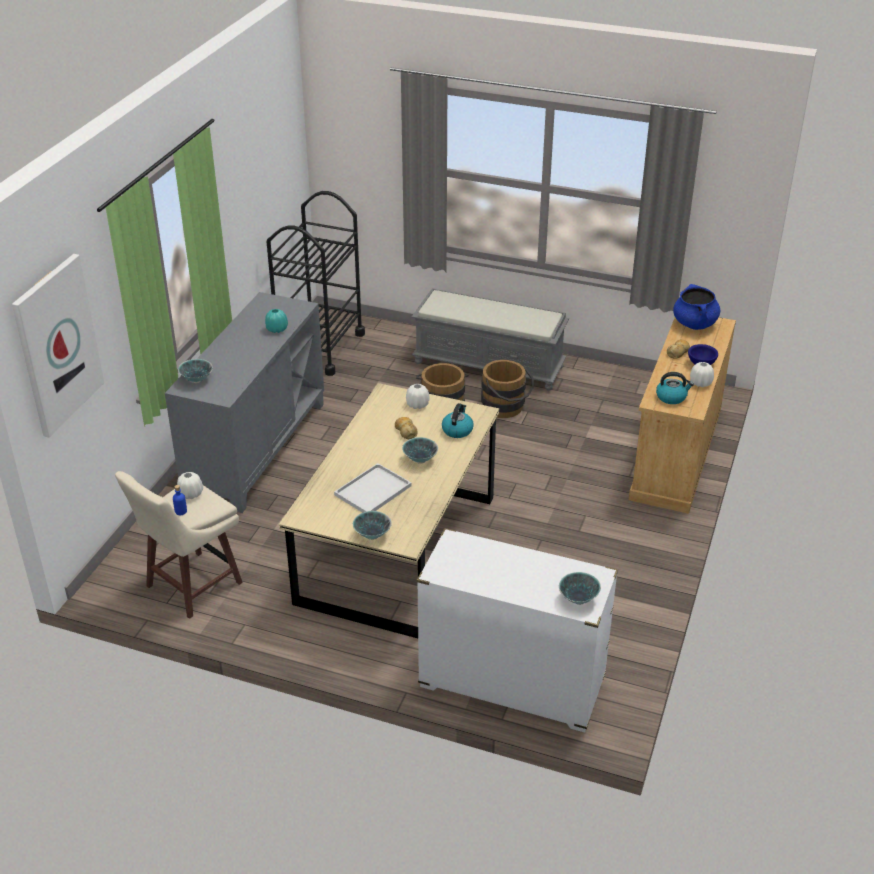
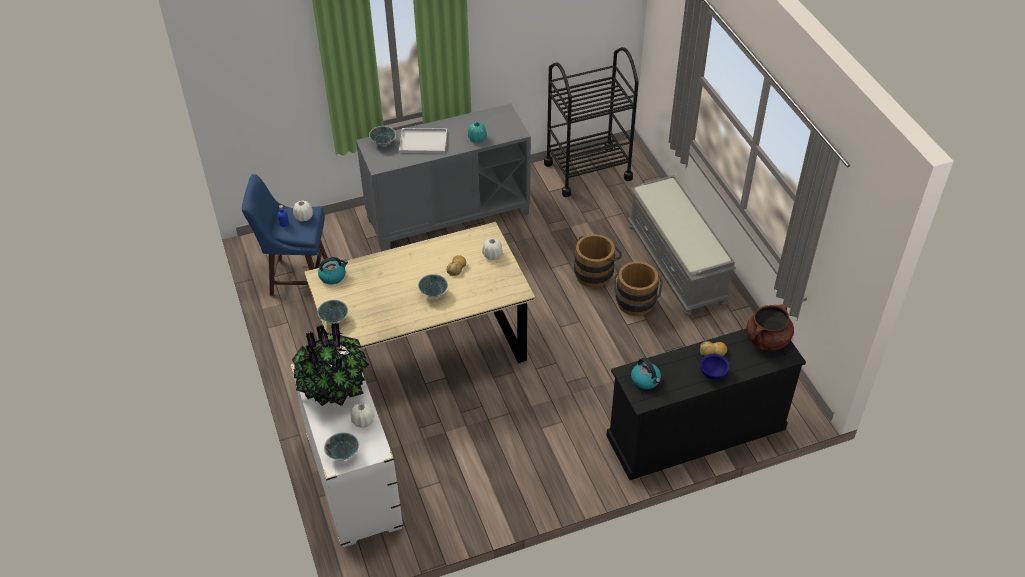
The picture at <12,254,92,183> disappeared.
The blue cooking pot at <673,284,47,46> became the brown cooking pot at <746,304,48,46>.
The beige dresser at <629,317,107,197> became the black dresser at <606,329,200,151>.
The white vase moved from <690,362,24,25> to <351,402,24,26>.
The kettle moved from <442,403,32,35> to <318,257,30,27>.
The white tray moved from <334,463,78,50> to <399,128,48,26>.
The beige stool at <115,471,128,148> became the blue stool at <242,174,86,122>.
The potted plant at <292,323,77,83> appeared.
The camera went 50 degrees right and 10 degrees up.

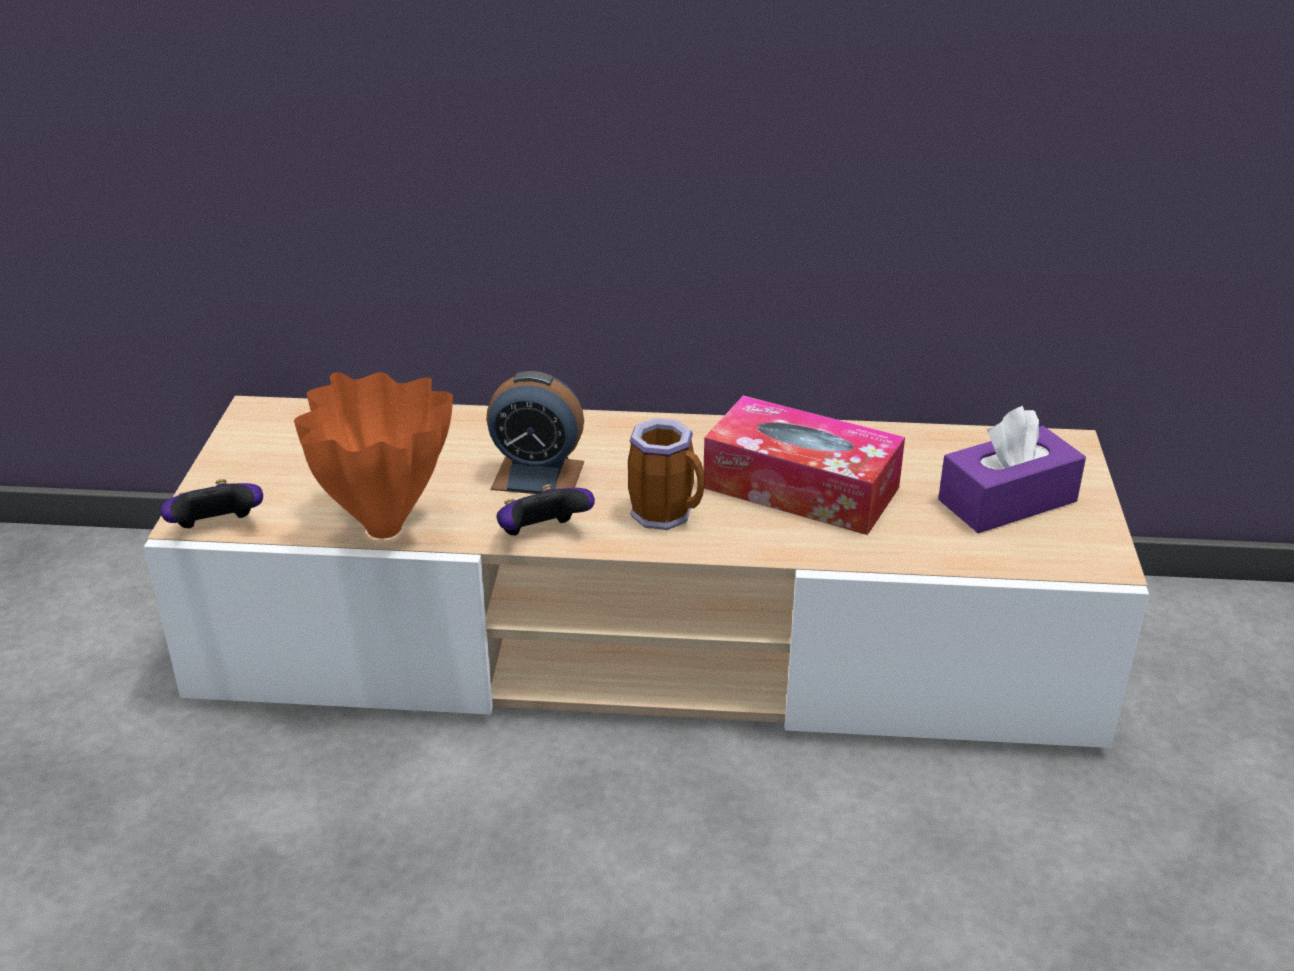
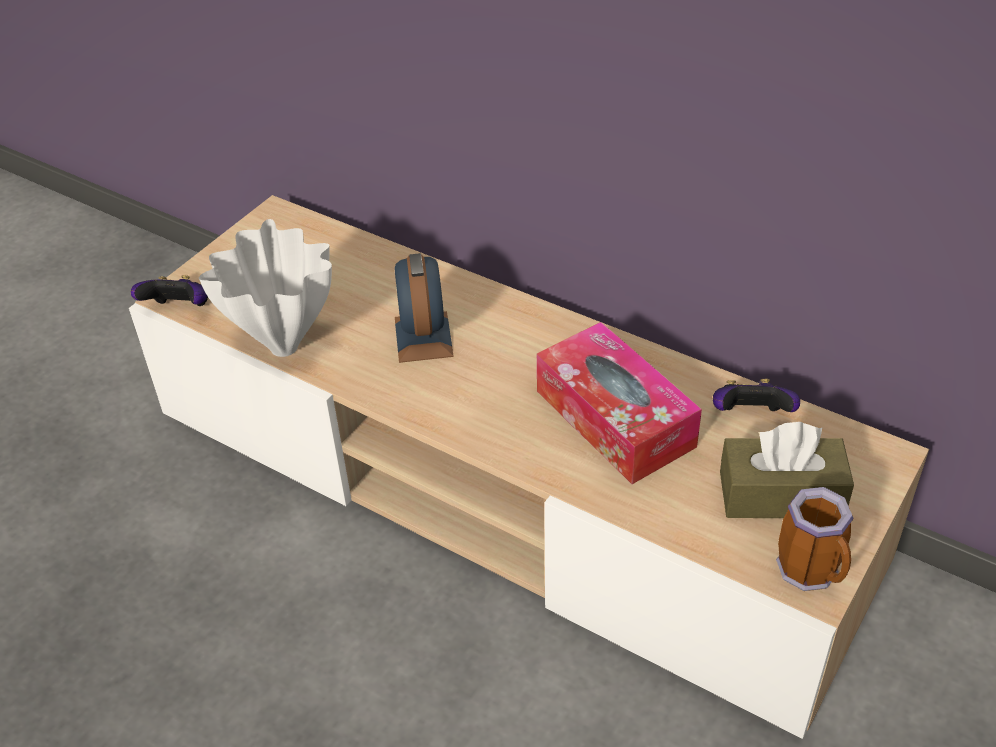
The alarm clock at <486,371,98,123> turned 135 degrees counterclockwise.
The orange vase at <294,372,159,167> became the white vase at <199,219,133,138>.
The purple tissue box at <938,406,148,127> became the brown tissue box at <720,422,134,96>.
The mug moved from <628,418,77,112> to <776,487,78,104>.
The game controller moved from <496,484,99,52> to <713,379,87,33>.
The camera went 30 degrees right and 10 degrees up.

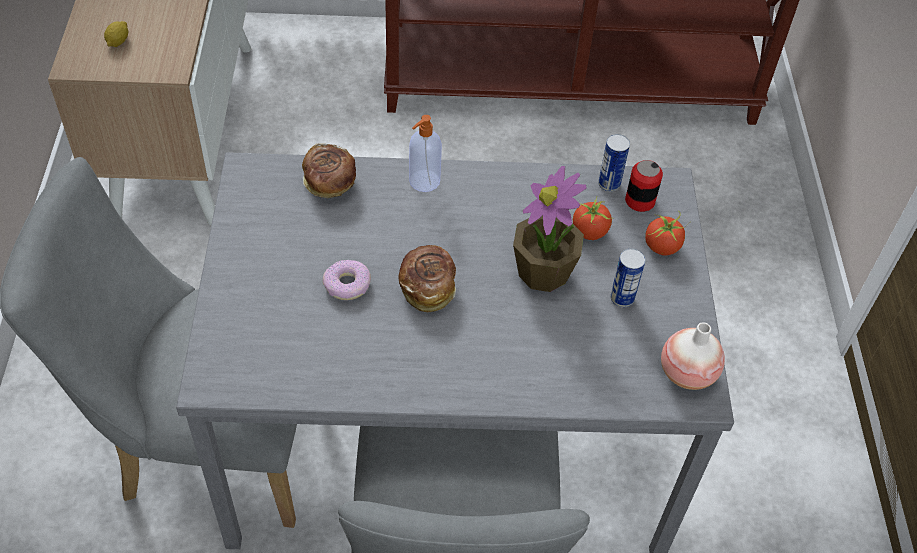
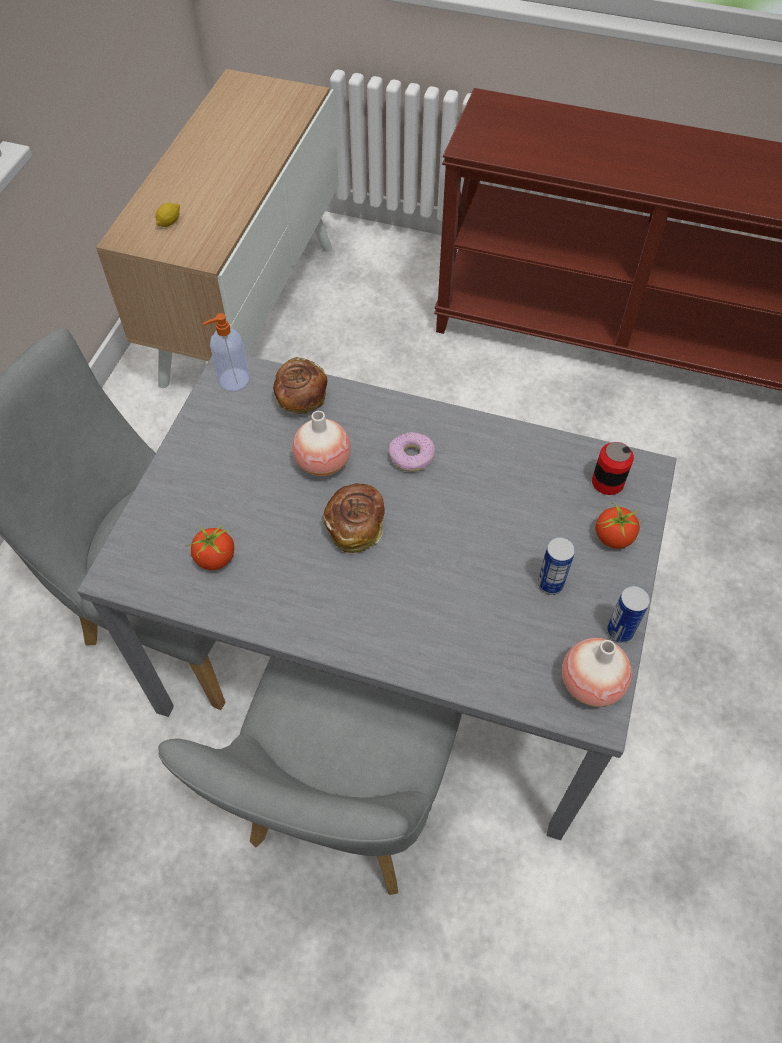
The soap dispenser moved from <409,115,33,77> to <203,313,47,78>.
The can moved from <598,134,32,58> to <607,586,43,57>.
The potted plant at <513,166,73,126> disappeared.
The tomato moved from <573,197,40,43> to <187,524,47,46>.
The donut moved from <323,260,48,40> to <388,432,47,40>.
The vase at <292,411,59,65> appeared.
The camera went 20 degrees right and 5 degrees up.

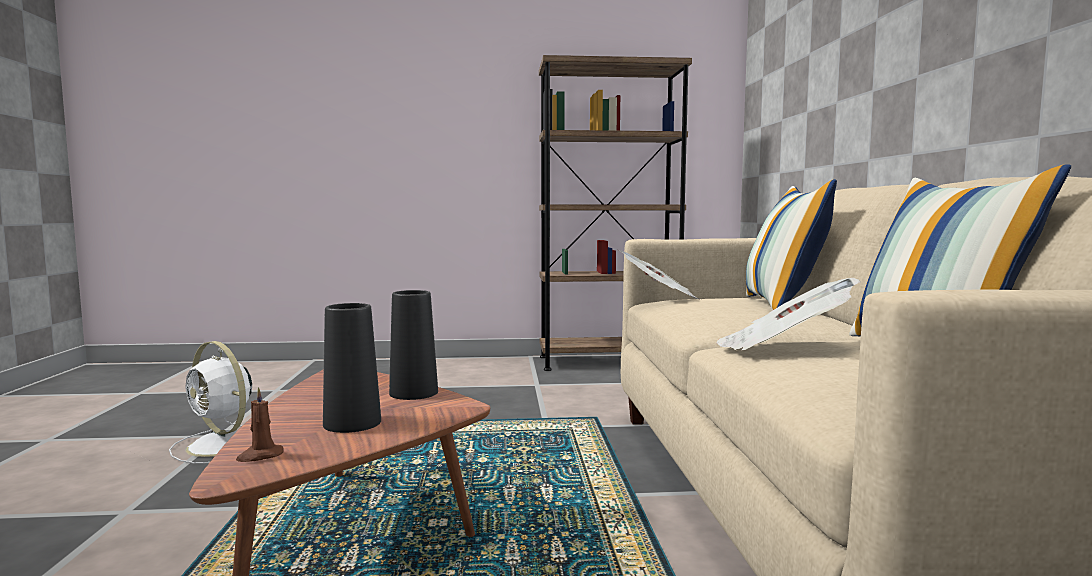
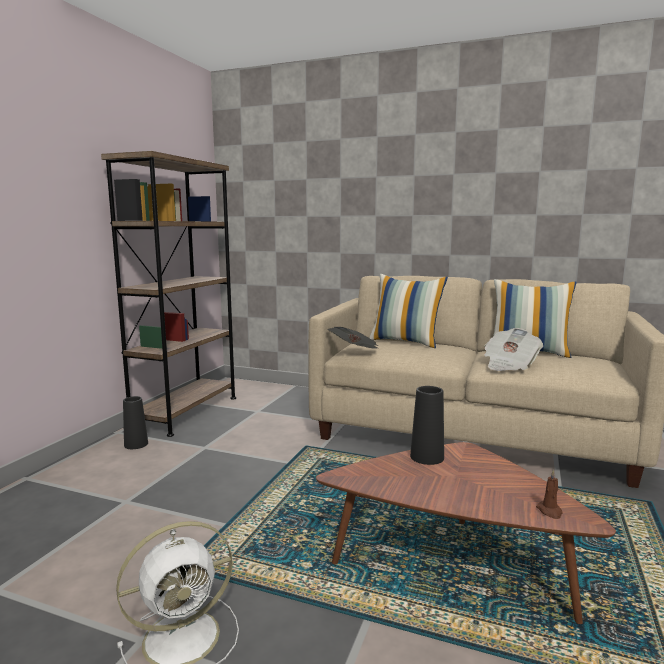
The black vase moved from <323,303,58,130> to <123,396,25,53>.
The camera went 65 degrees left and 5 degrees up.

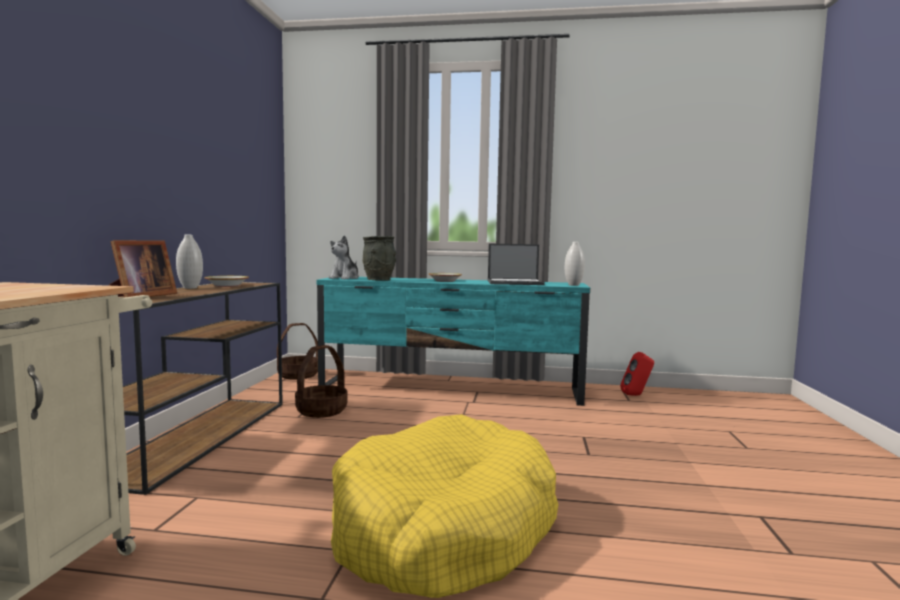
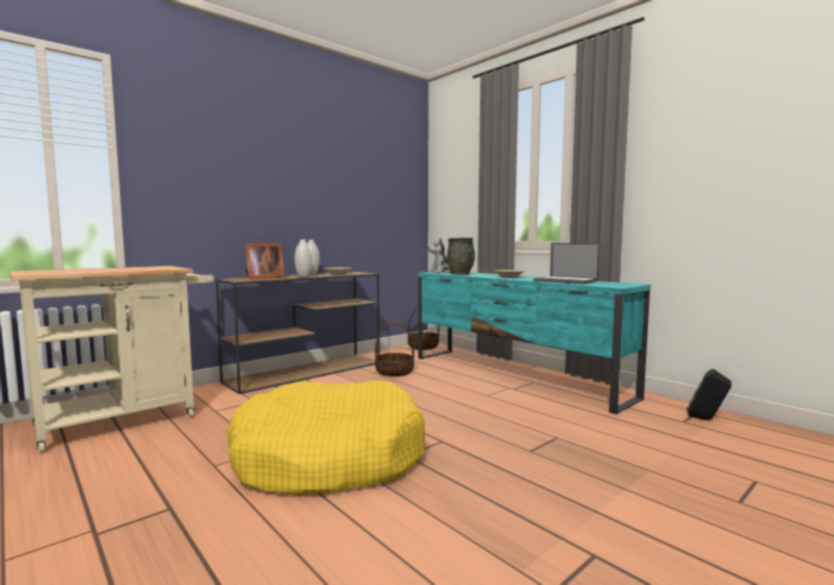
The white vase moved from <565,242,20,44> to <295,239,17,38>.
The red speaker at <620,352,34,44> became the black speaker at <686,369,45,51>.
The camera went 40 degrees right and 0 degrees up.

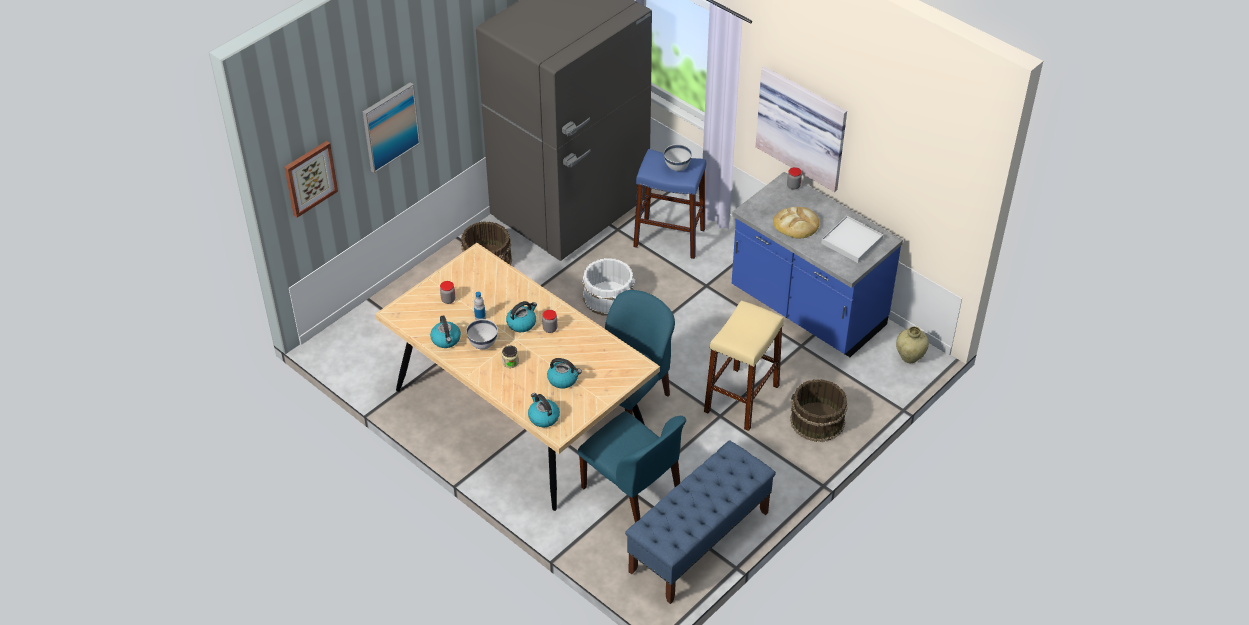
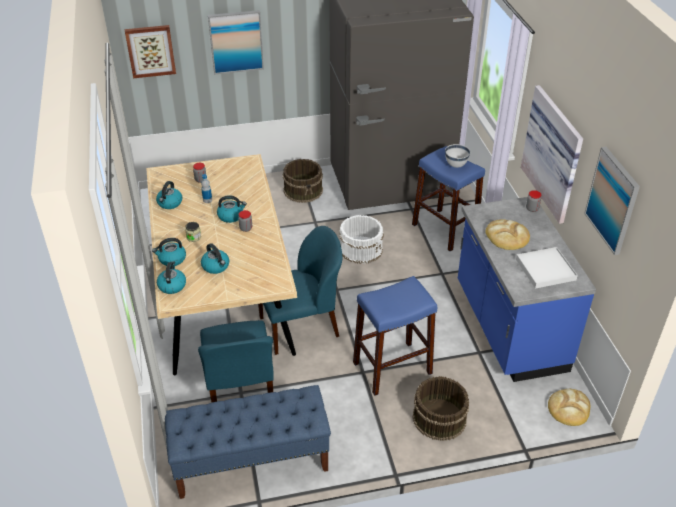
The beige stool at <704,300,80,131> became the blue stool at <353,276,84,120>.
The white bowl at <466,319,32,31> disappeared.
The beige vase at <896,326,33,37> was replaced by the bread at <548,389,42,37>.
The picture at <584,147,56,108> appeared.
The kettle at <152,238,34,28> appeared.
The camera went 35 degrees right and 5 degrees down.

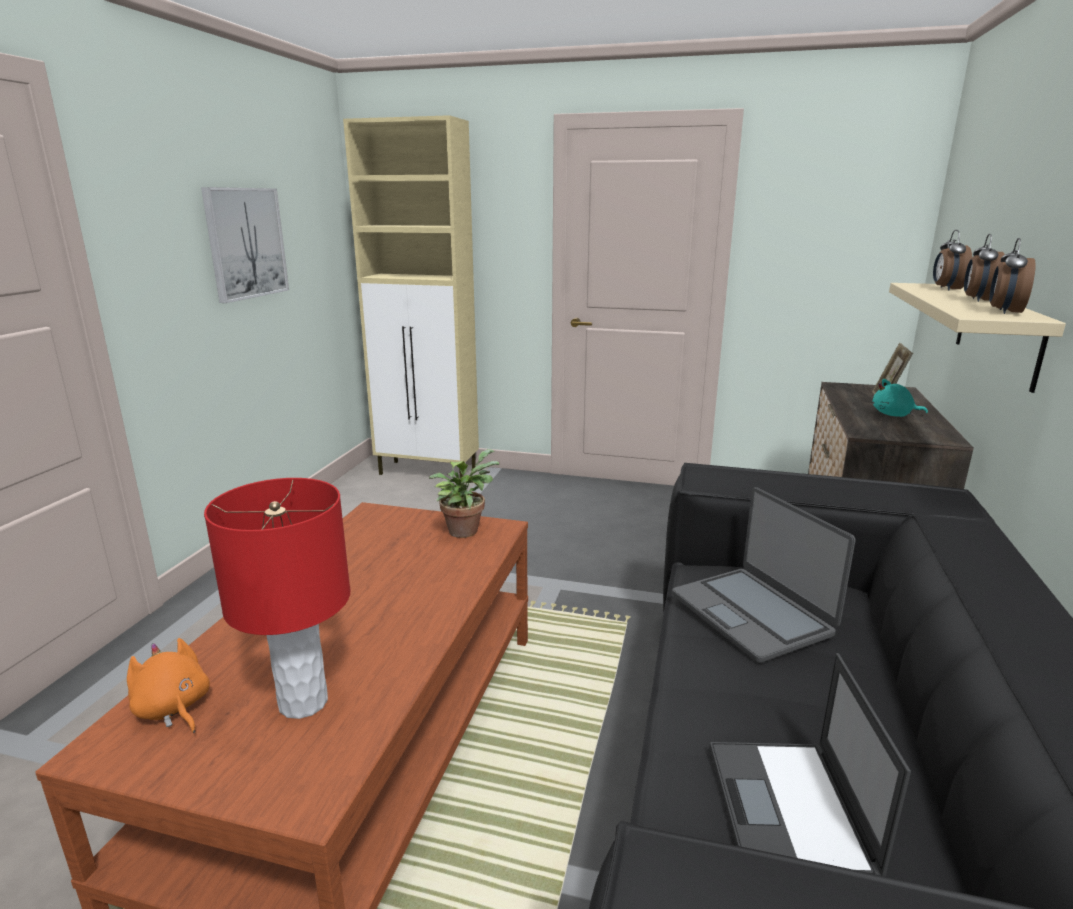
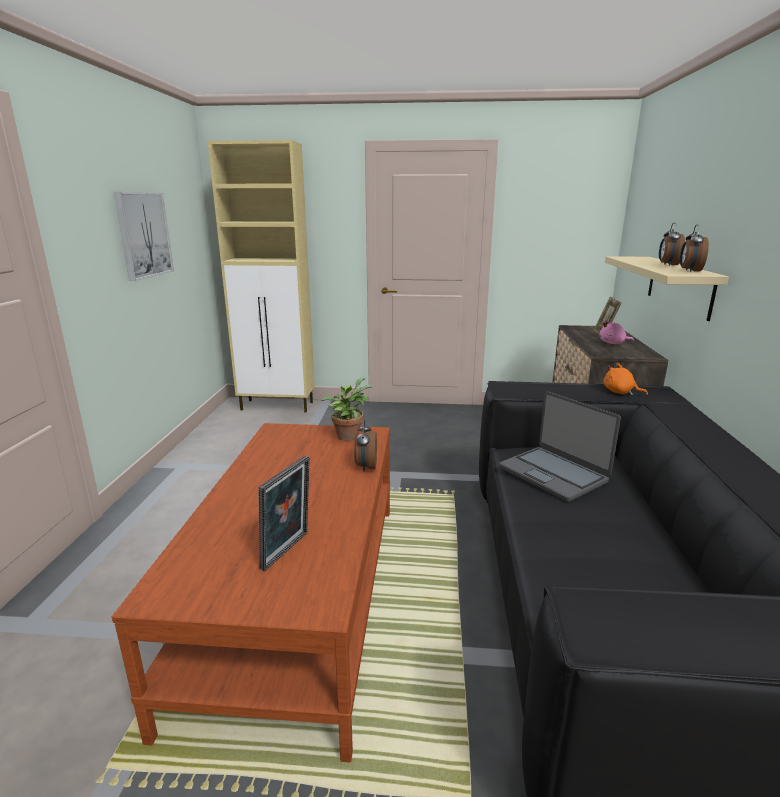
The alarm clock moved from <933,230,39,61> to <354,419,23,53>.
The turquoise plush toy at <873,379,55,38> became the pink plush toy at <599,320,35,24>.
The red table lamp at <204,478,146,241> was replaced by the picture frame at <258,456,52,115>.
The orange plush toy moved from <127,638,83,95> to <603,363,45,32>.
The laptop at <710,653,201,224> disappeared.
The camera went 10 degrees left and 0 degrees up.

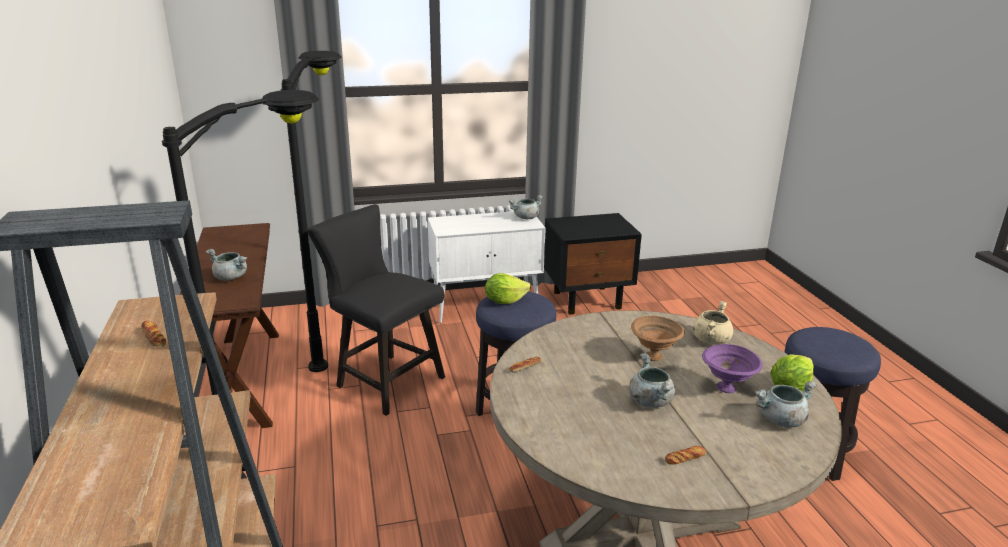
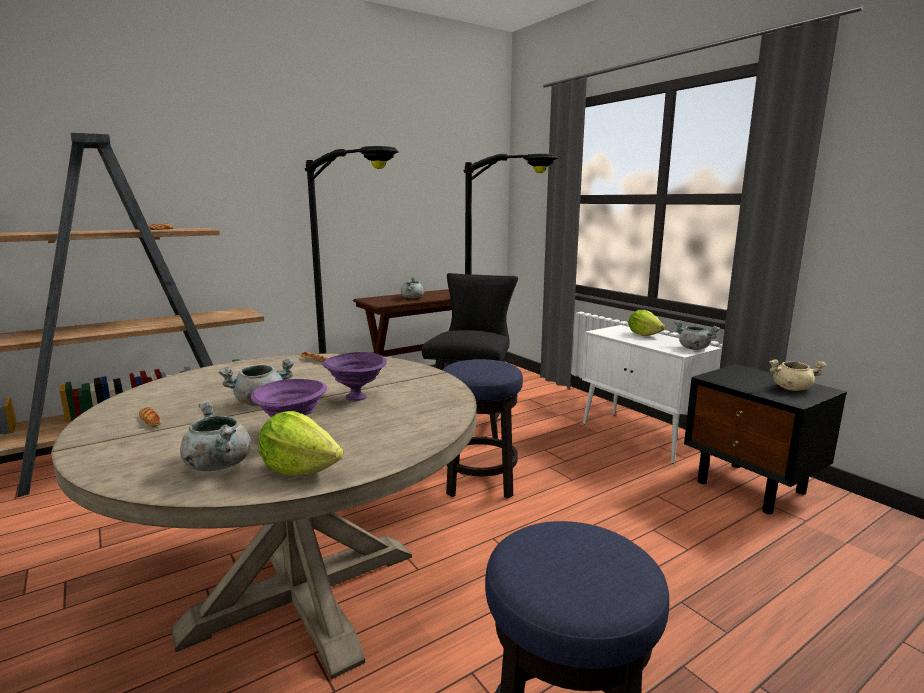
The lettuce moved from <485,273,46,31> to <629,310,36,26>.
The beige cooking pot moved from <693,301,40,44> to <769,359,58,32>.
The brown bowl at <631,316,54,45> became the purple bowl at <322,352,65,49>.
The camera went 70 degrees right and 10 degrees down.

